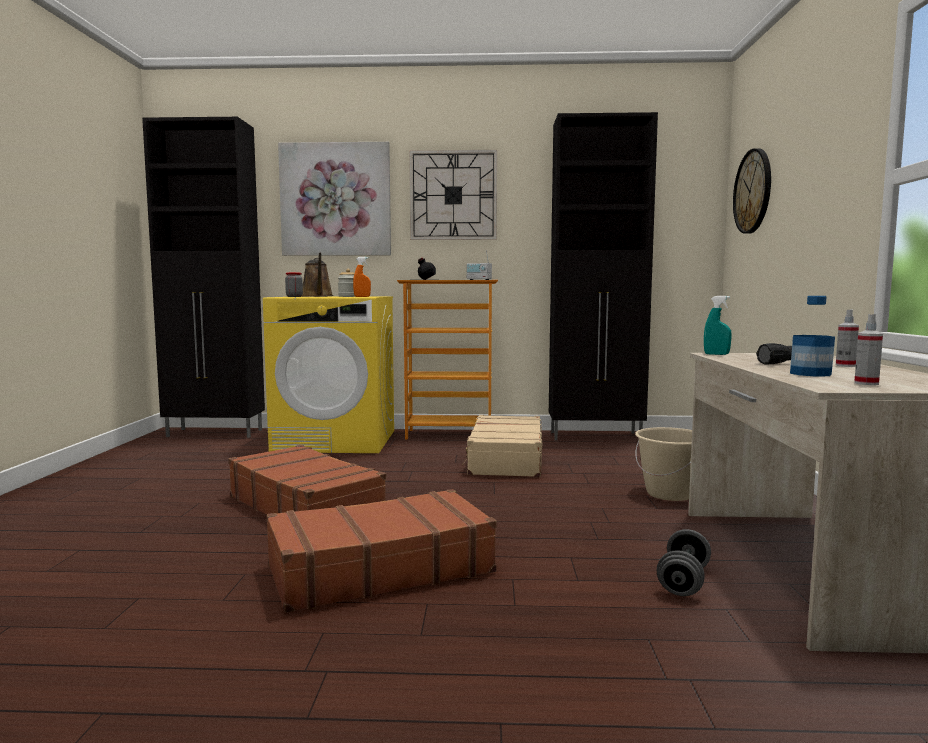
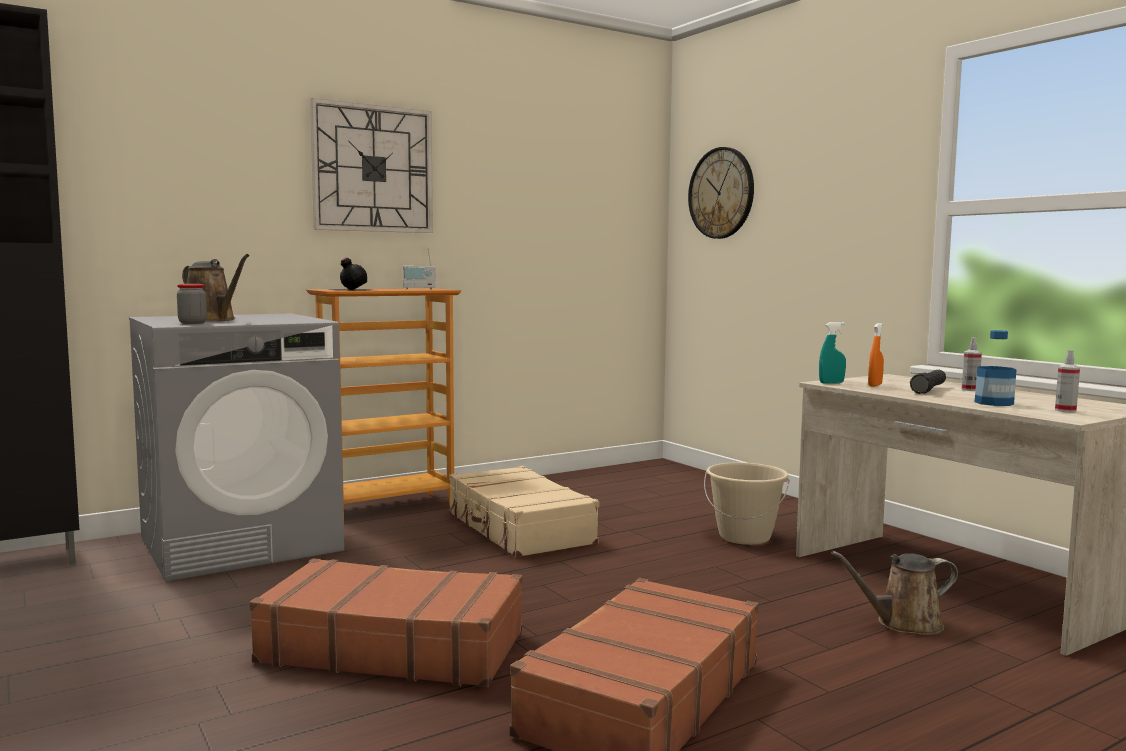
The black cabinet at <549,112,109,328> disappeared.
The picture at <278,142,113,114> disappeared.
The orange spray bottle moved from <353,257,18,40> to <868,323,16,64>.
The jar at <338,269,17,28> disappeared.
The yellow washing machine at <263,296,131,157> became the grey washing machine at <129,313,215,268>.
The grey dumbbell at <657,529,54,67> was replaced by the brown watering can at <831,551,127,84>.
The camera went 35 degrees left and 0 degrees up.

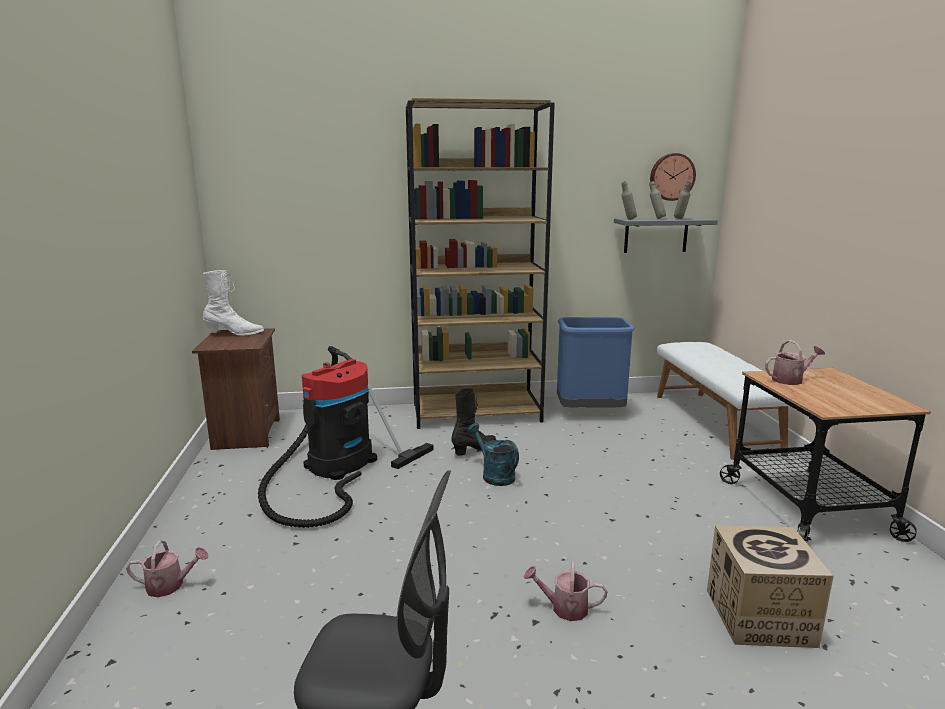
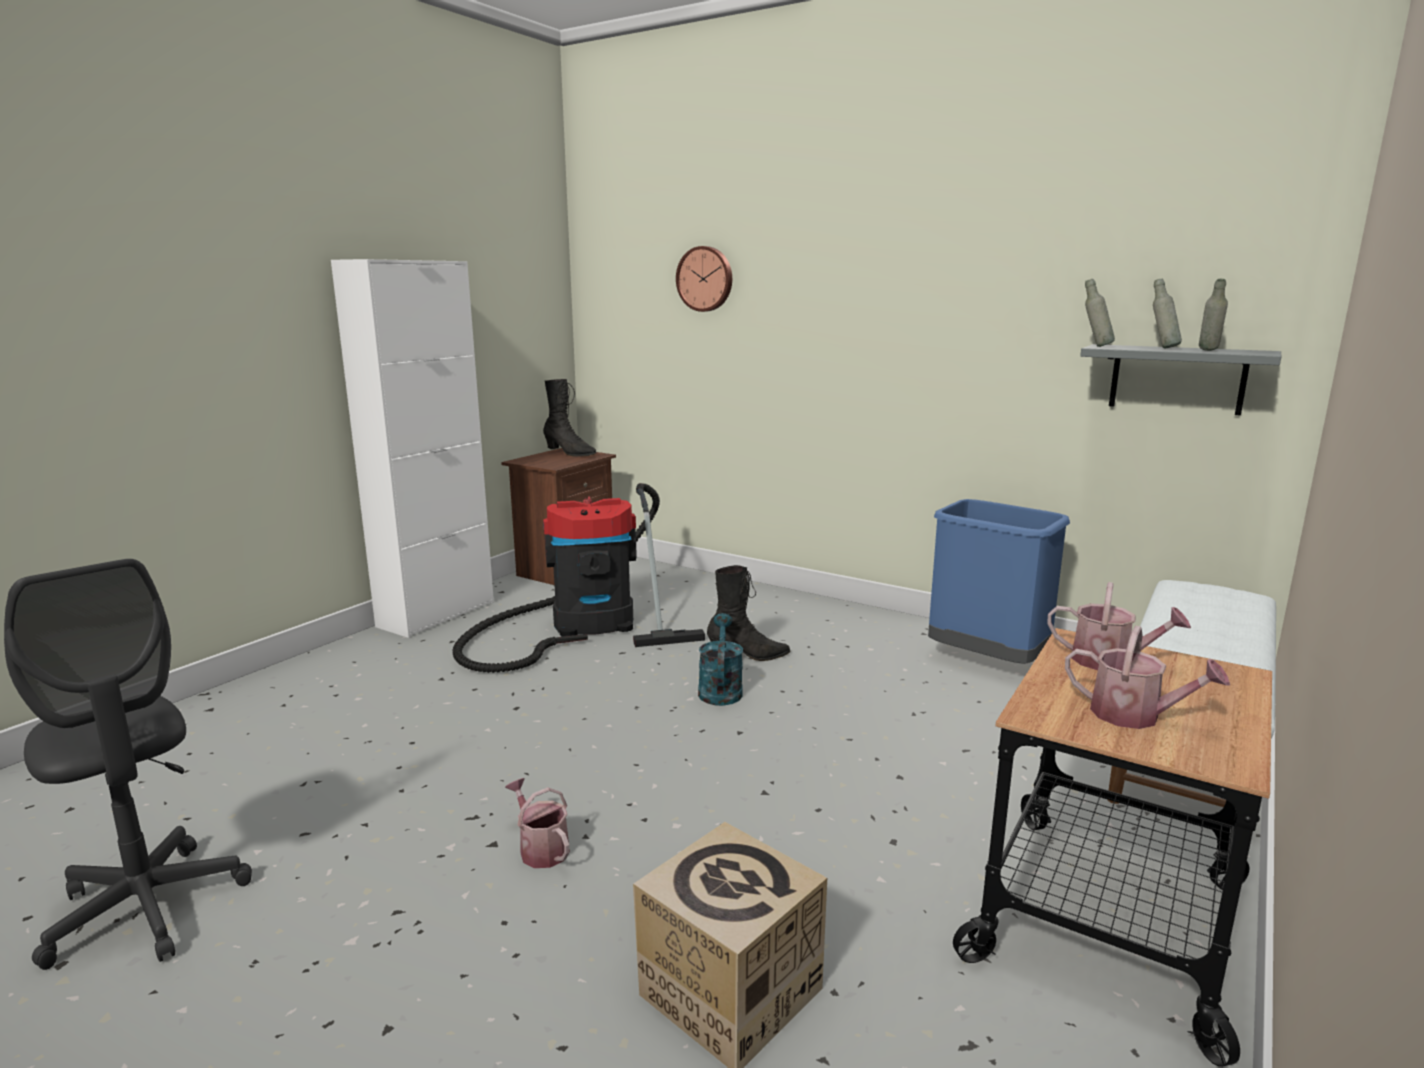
The brown bookcase at <406,98,149,331> disappeared.
The wall clock moved from <650,153,46,48> to <676,246,56,66>.
The white boot at <203,270,61,66> became the black boot at <543,379,53,78>.
The watering can moved from <126,540,82,57> to <1065,626,165,103>.
The white cabinet at <331,259,163,379> appeared.
The camera went 40 degrees right and 0 degrees up.

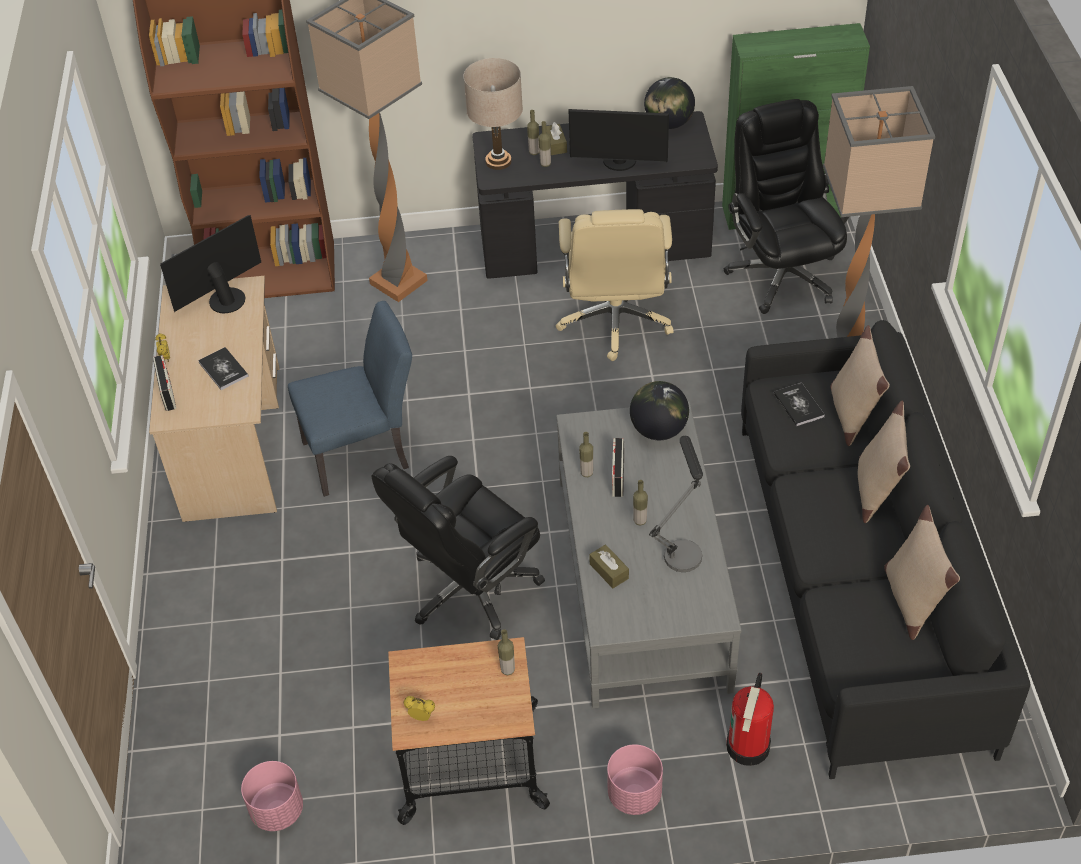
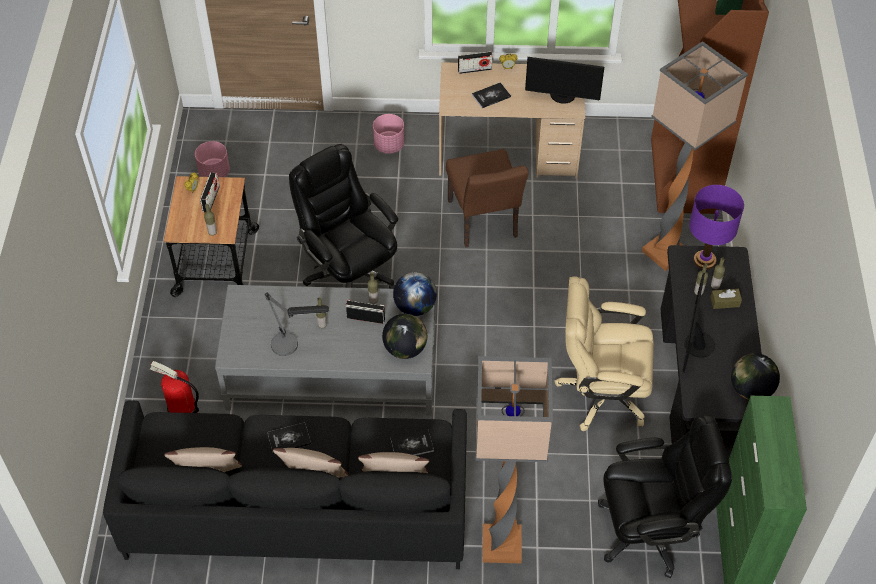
The beige table lamp at <463,58,60,112> became the purple table lamp at <689,185,55,85>.
The monitor at <160,215,101,98> turned 135 degrees clockwise.
The blue chair at <288,301,124,196> became the brown chair at <446,149,83,98>.
The brown tissue box at <589,545,40,43> disappeared.
The pink planter moved from <607,744,56,71> to <373,114,32,40>.
The radio at <200,172,20,40> appeared.
The globe at <393,272,44,44> appeared.
The book at <267,422,44,32> appeared.
The camera went 95 degrees right and 5 degrees up.

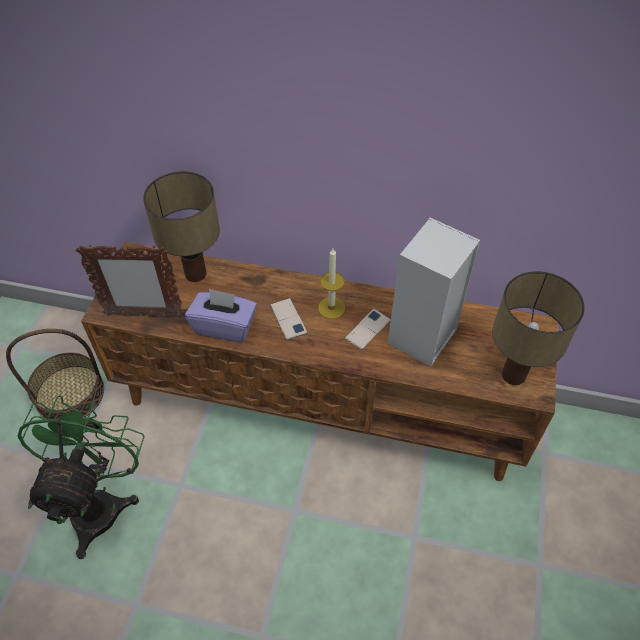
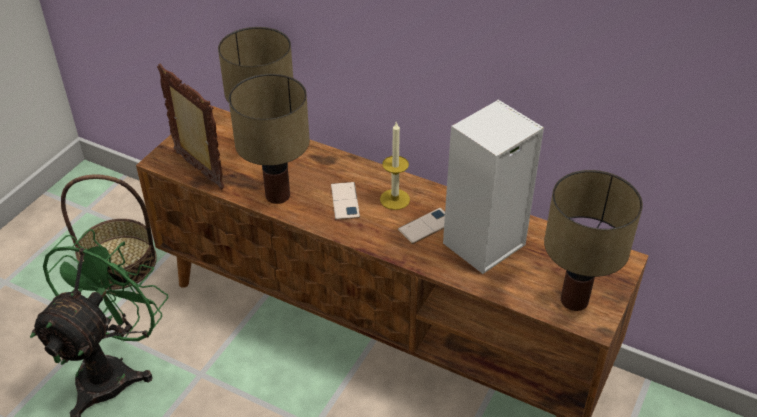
The picture frame at <76,244,108,74> turned 150 degrees counterclockwise.
The purple tissue box at <185,288,72,55> was replaced by the table lamp at <229,74,81,130>.
The camera went 15 degrees right and 10 degrees down.

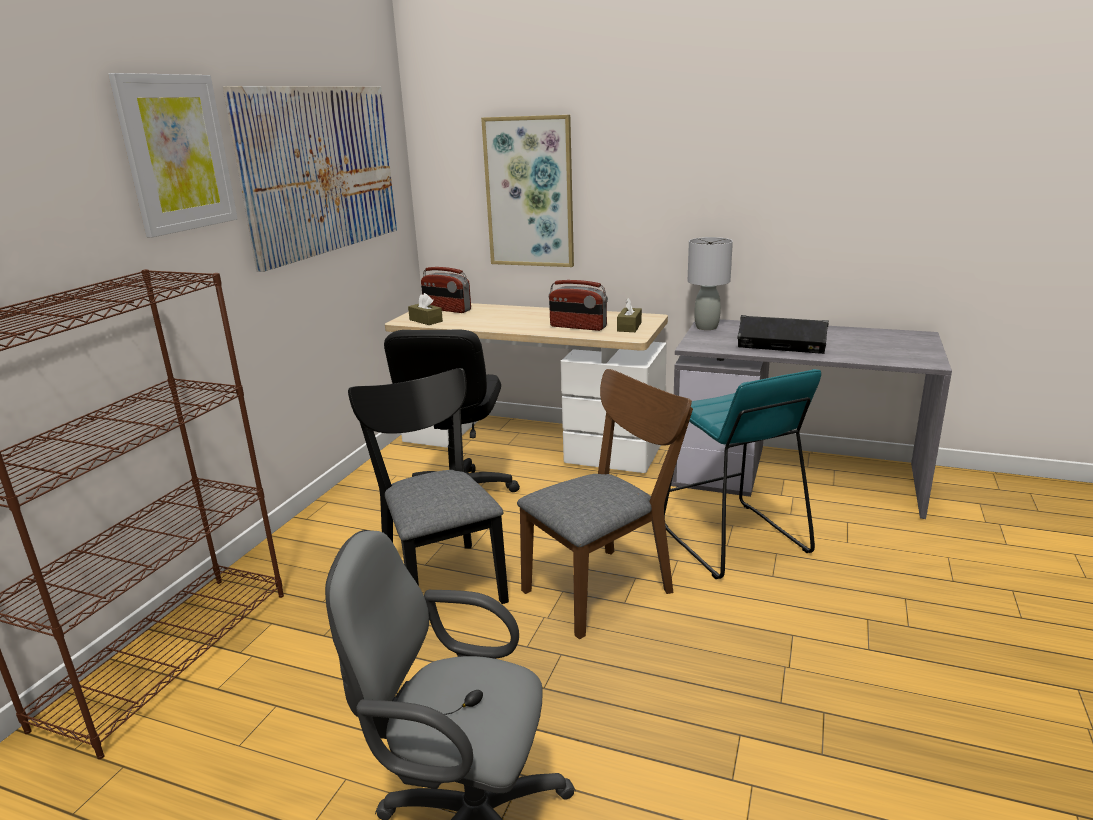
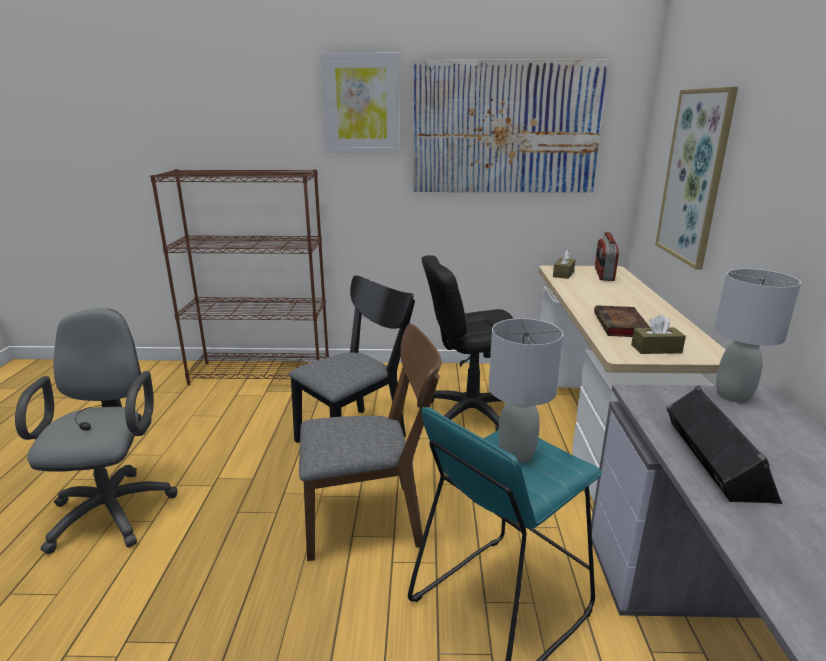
The radio at <549,280,59,51> was replaced by the book at <594,305,56,32>.
The brown chair at <517,369,176,270> turned 45 degrees counterclockwise.
The grey table lamp at <489,318,74,145> appeared.
The camera went 70 degrees right and 0 degrees up.

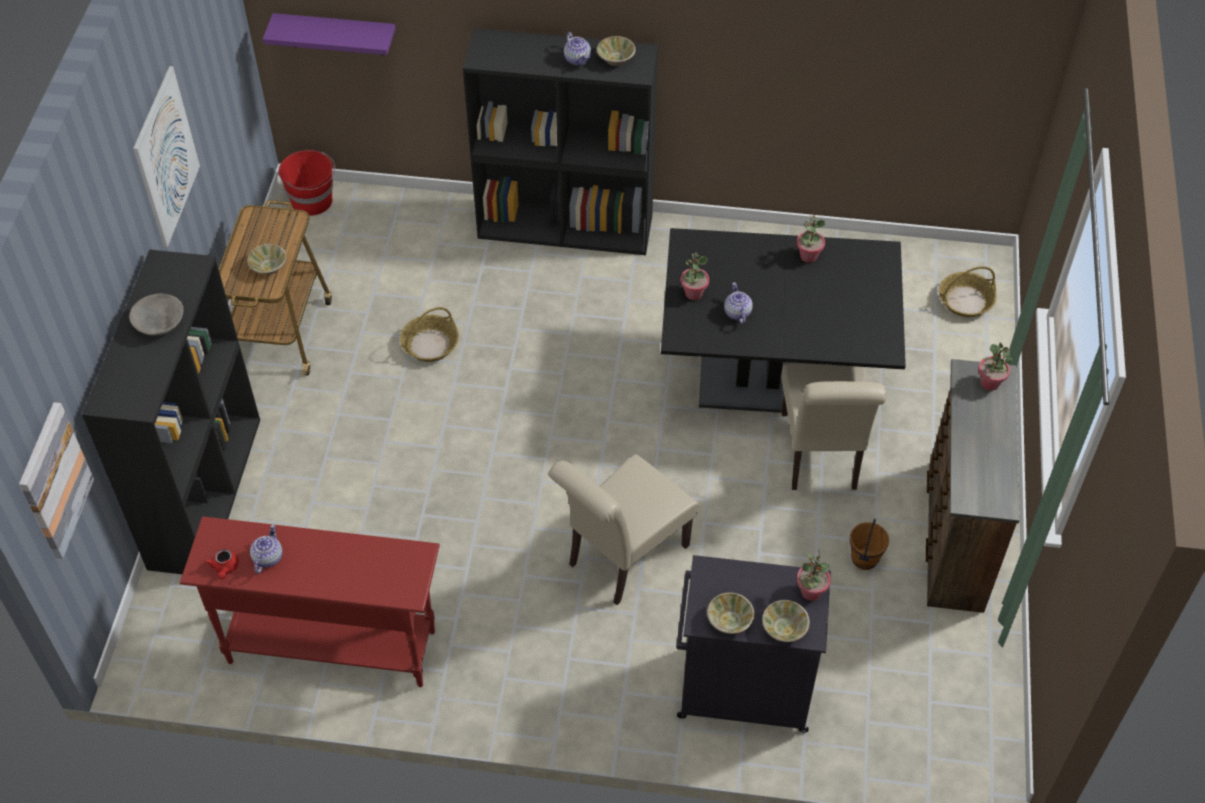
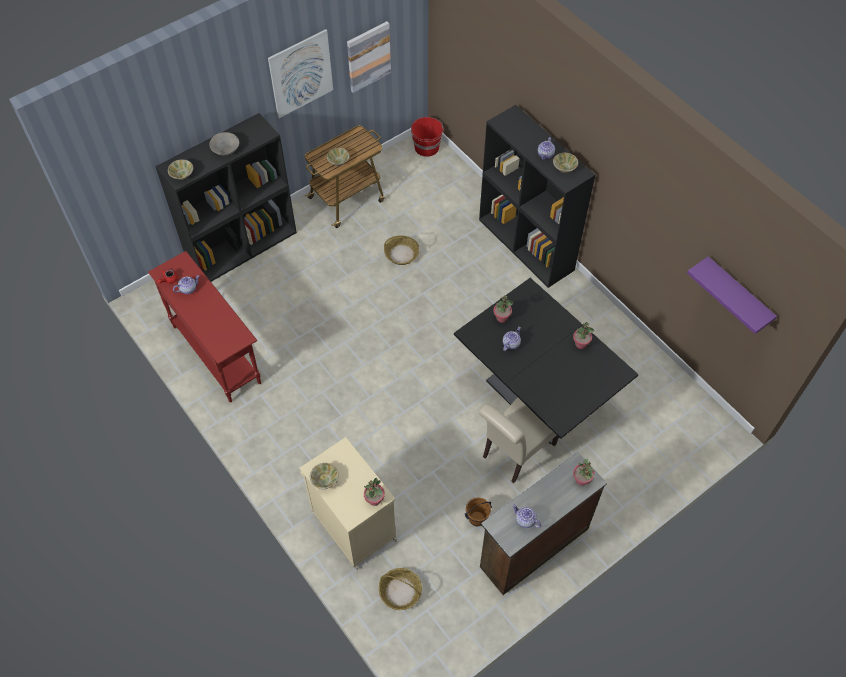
The purple shelf moved from <263,13,132,42> to <687,256,90,78>.
The basket moved from <939,266,58,51> to <379,568,43,42>.
The picture moved from <19,402,75,157> to <347,21,44,72>.
The beige chair at <549,454,149,151> disappeared.
The black cabinet at <676,555,155,178> became the beige cabinet at <299,437,98,133>.
The beige bowl moved from <762,600,48,42> to <168,159,25,21>.
The teapot at <512,505,29,23> appeared.
The camera went 45 degrees right and 5 degrees up.

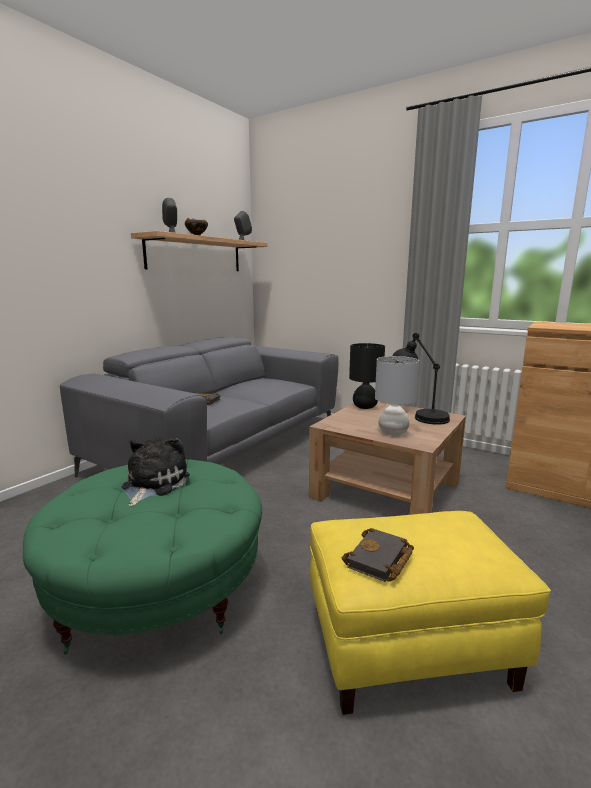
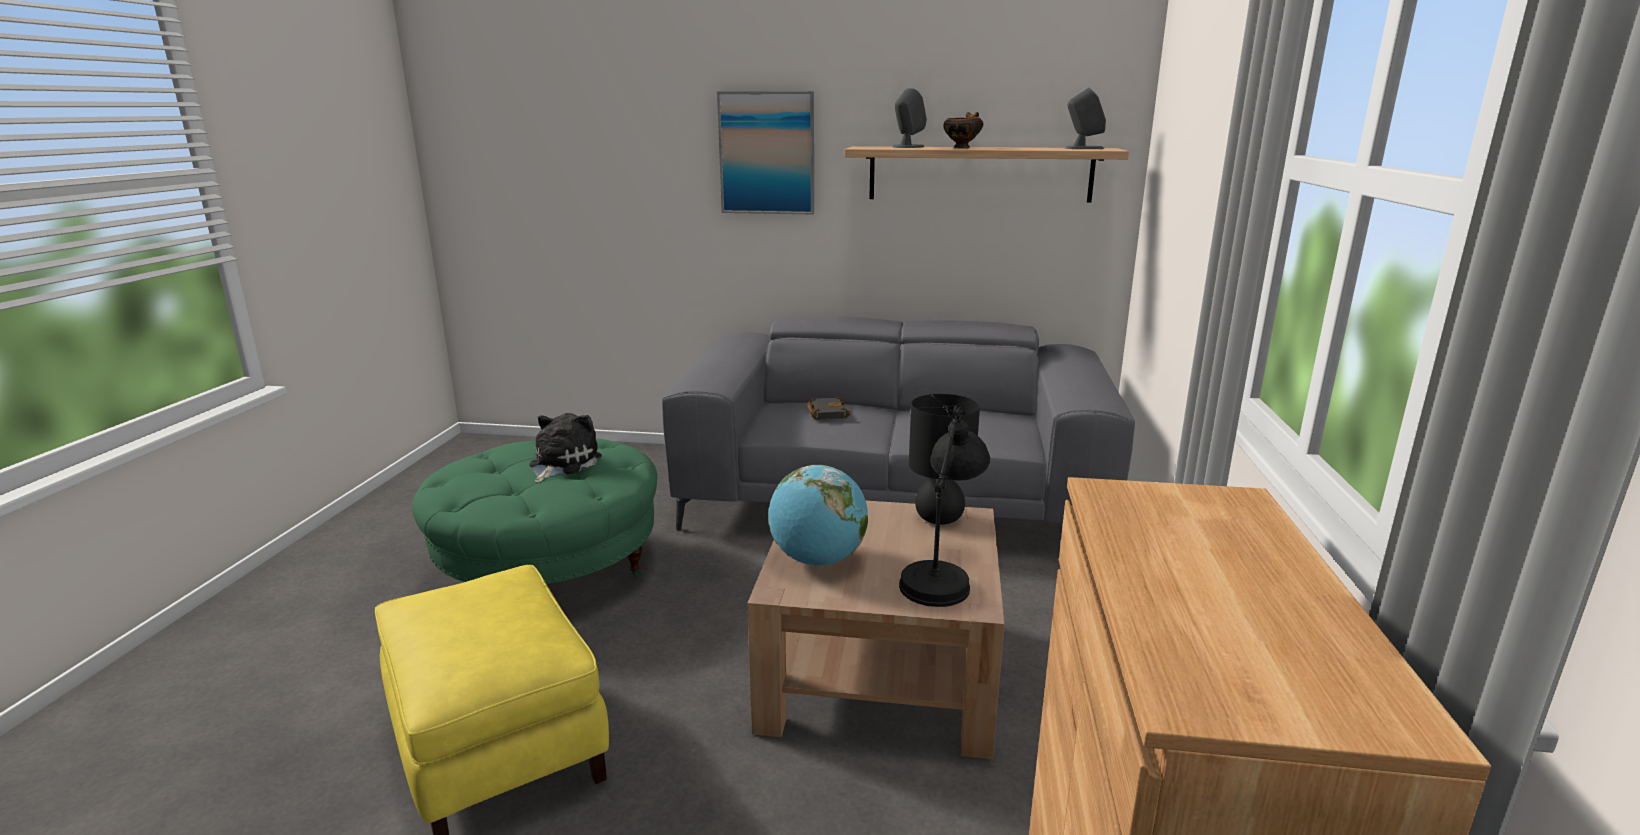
The grey table lamp at <375,356,44,79> was replaced by the globe at <768,465,100,100>.
The plush toy at <122,437,68,69> turned 60 degrees counterclockwise.
The black book at <342,528,72,54> disappeared.
The picture at <717,91,97,123> appeared.
The camera went 65 degrees right and 5 degrees up.

